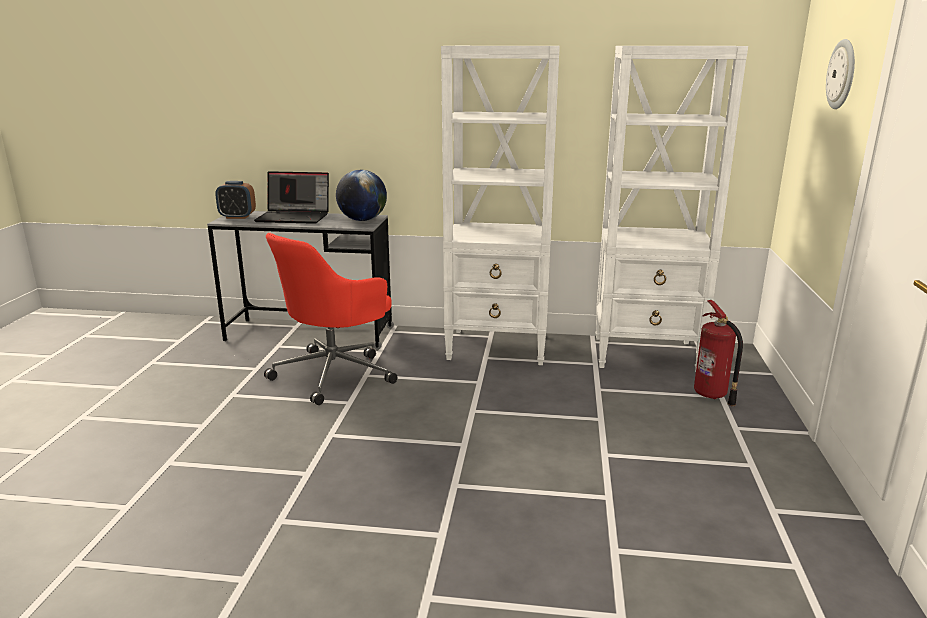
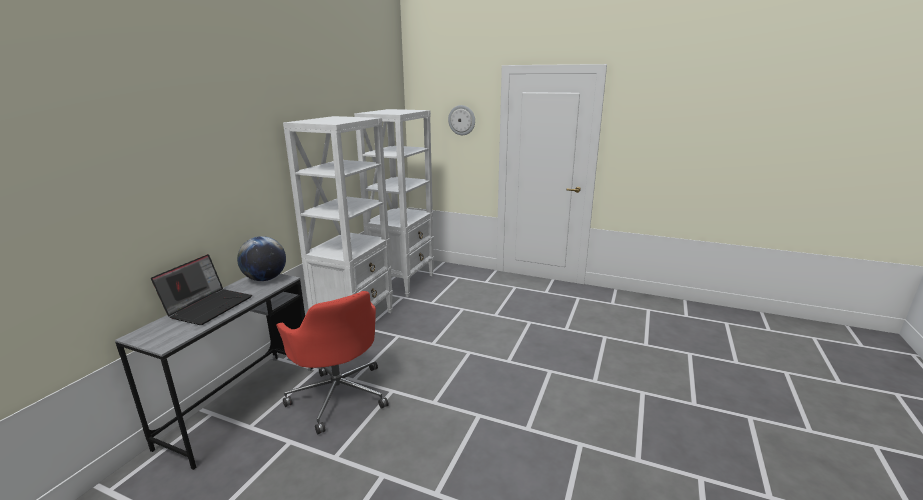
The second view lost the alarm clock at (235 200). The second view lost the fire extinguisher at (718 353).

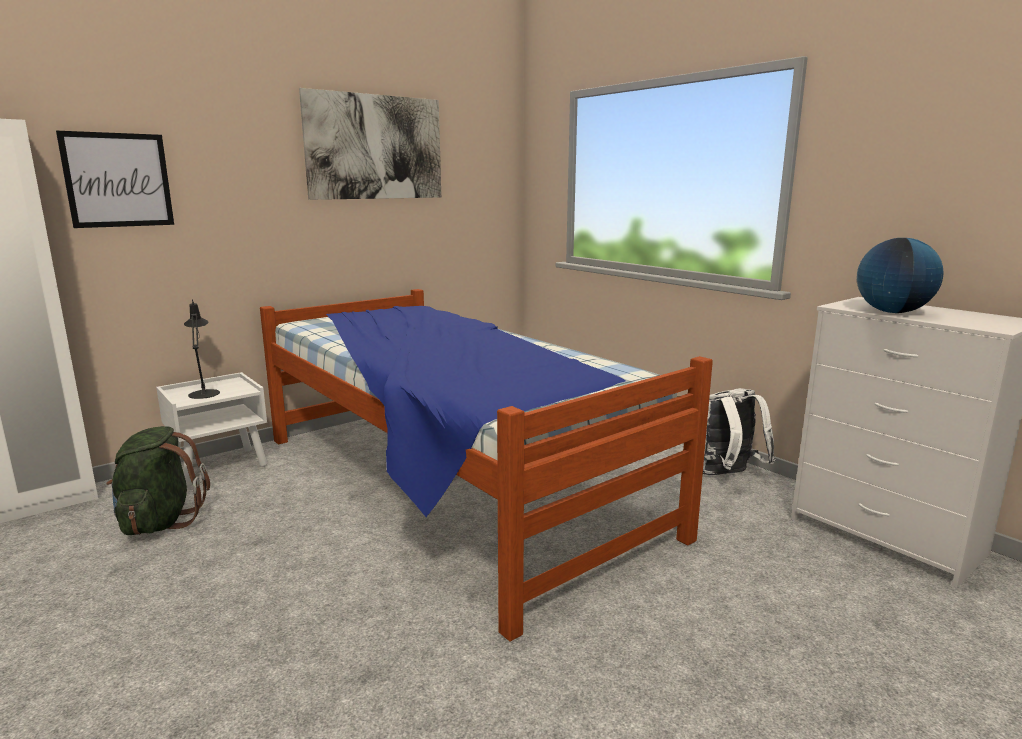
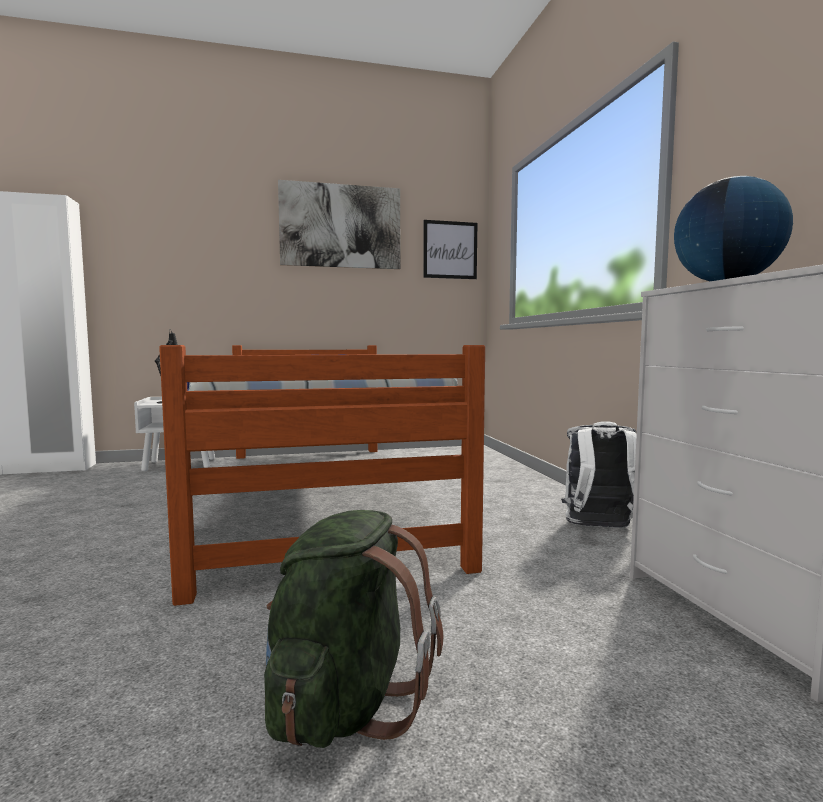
The picture ended up elsewhere, having gone from (115 179) to (450 249). The backpack in green ended up elsewhere, having gone from (158 480) to (353 629).

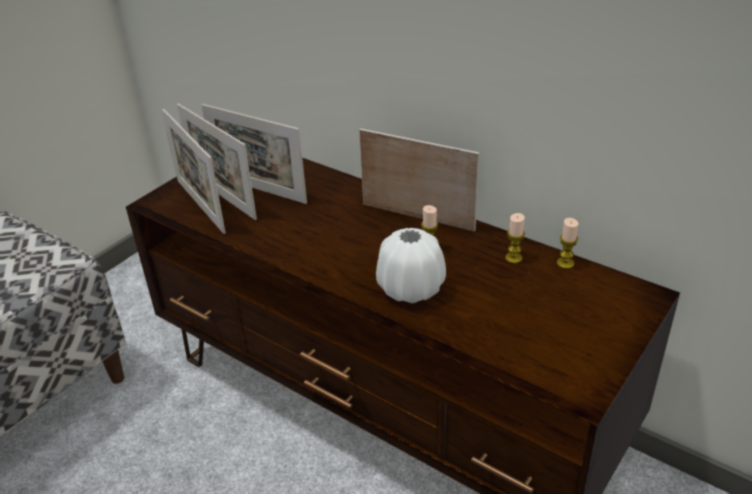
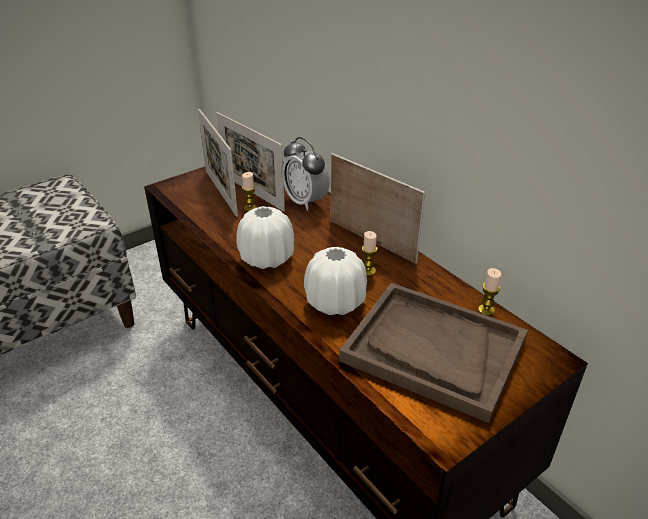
The second view lost the picture frame at (194 171). The candle ended up elsewhere, having gone from (515 238) to (249 192). The second view gained the vase in white at (265 237). The second view gained the alarm clock at (306 174). The second view gained the tray in brown at (433 353).

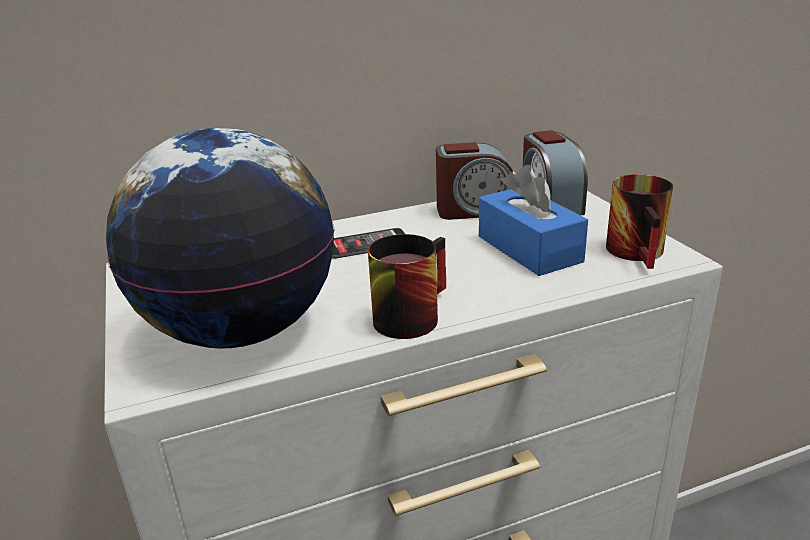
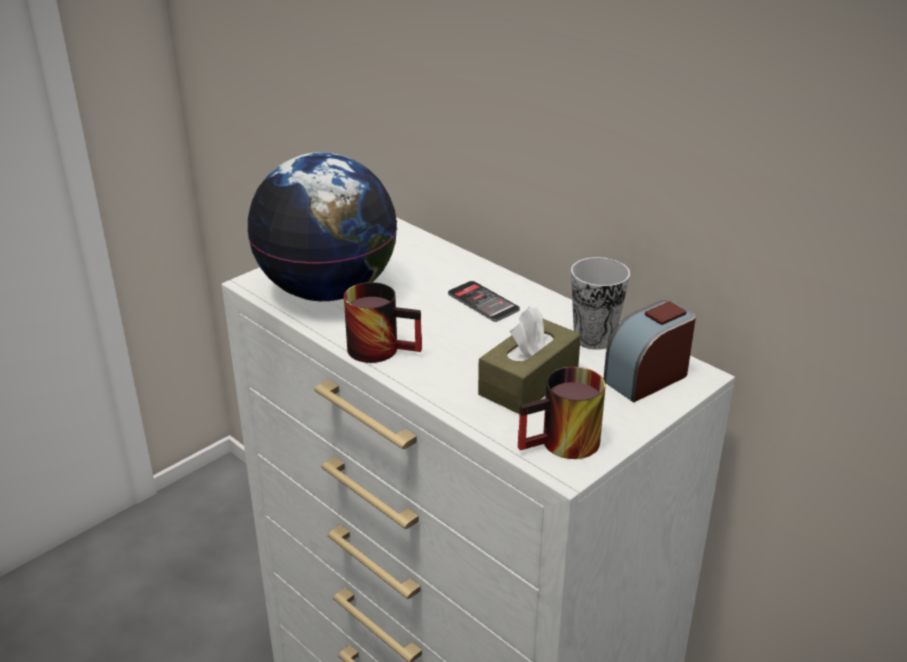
Where the alarm clock stood at (474 181), the cup came to stand at (600 303). What was the tissue box in blue at (533 220) turned into the tissue box in brown at (529 360).

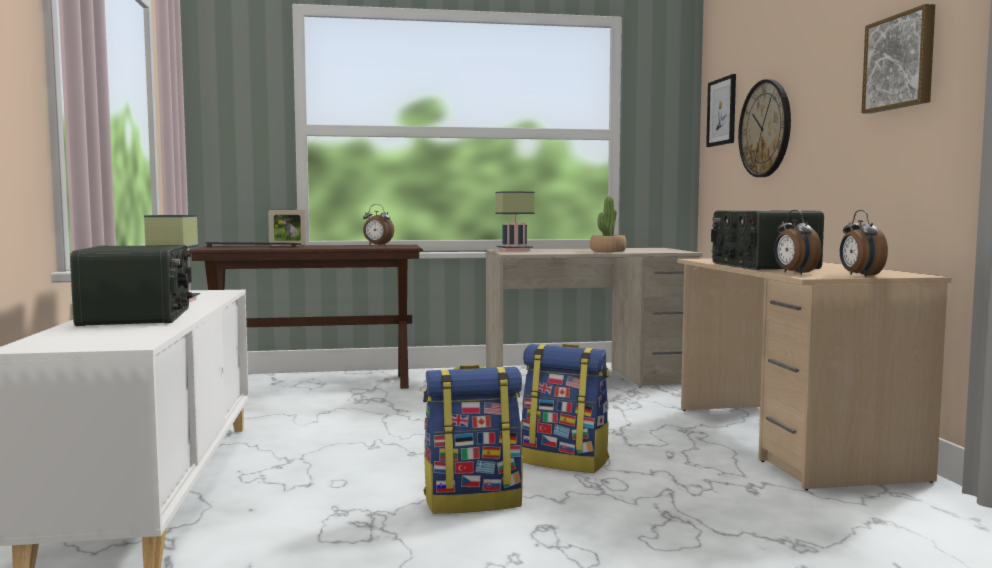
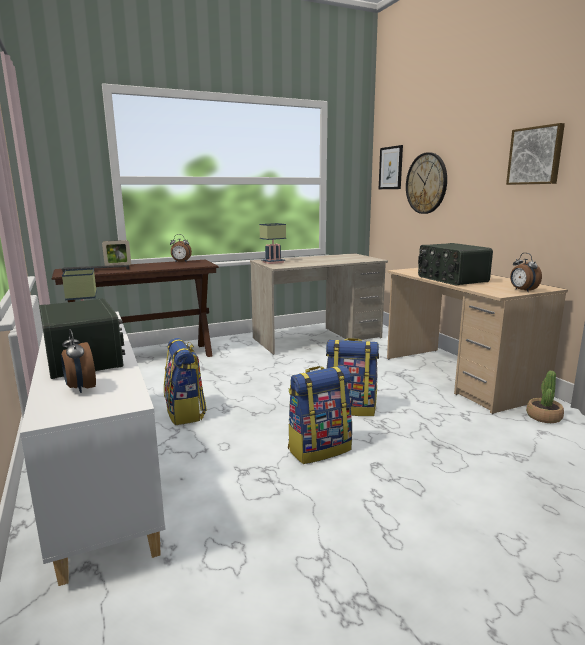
The potted plant ended up elsewhere, having gone from (608 224) to (545 397). The alarm clock ended up elsewhere, having gone from (797 242) to (78 361). The second view gained the backpack at (185 381).

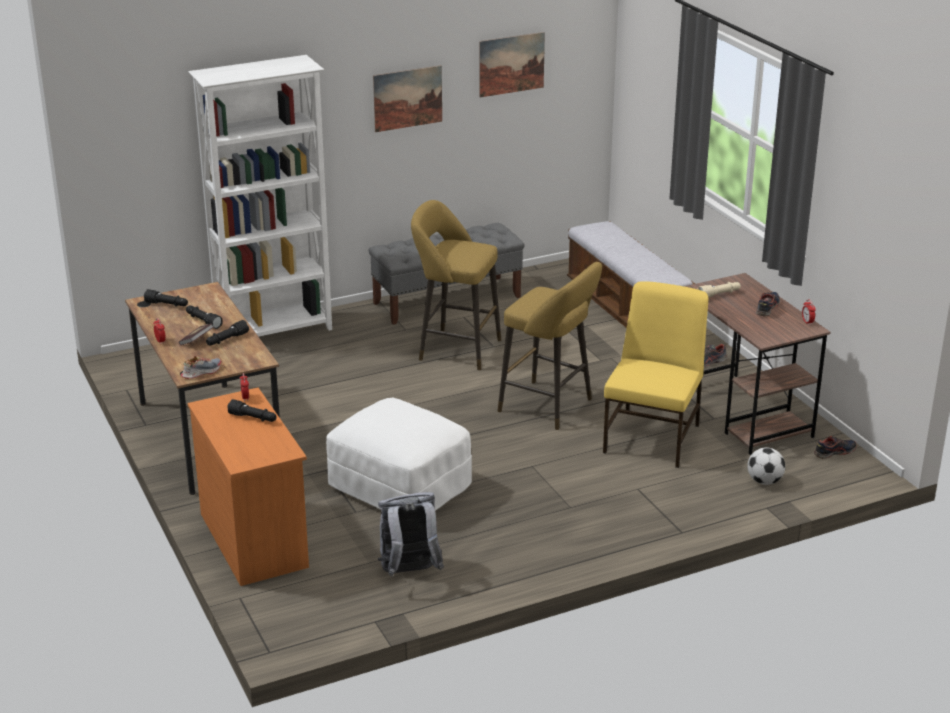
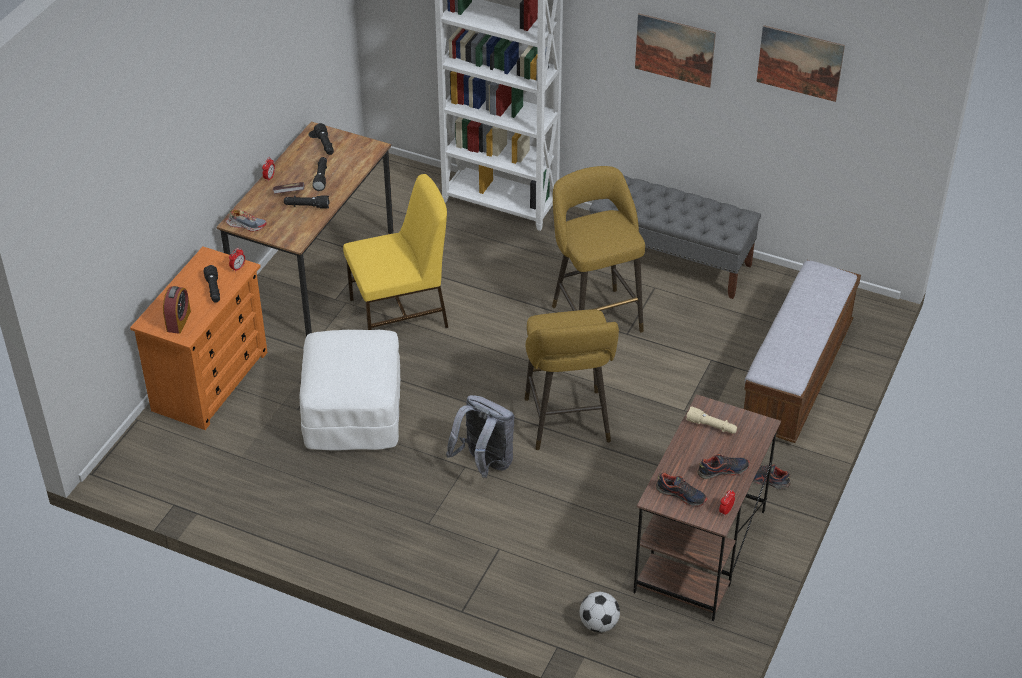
The backpack in grey ended up elsewhere, having gone from (411 534) to (480 436). The chair in yellow ended up elsewhere, having gone from (655 374) to (395 252). The shoe ended up elsewhere, having gone from (835 447) to (682 489). The second view gained the alarm clock at (177 310).

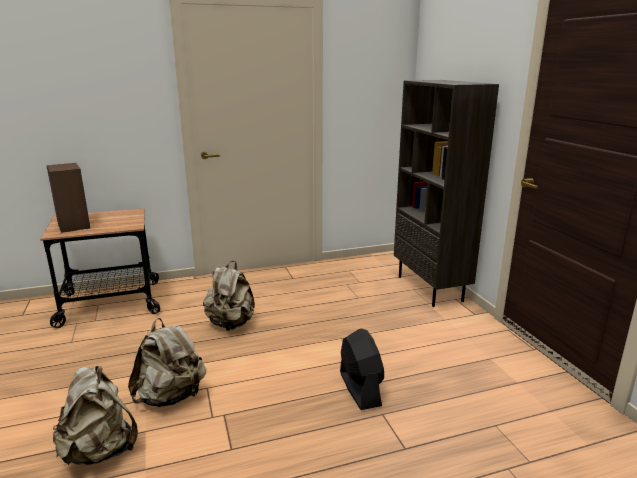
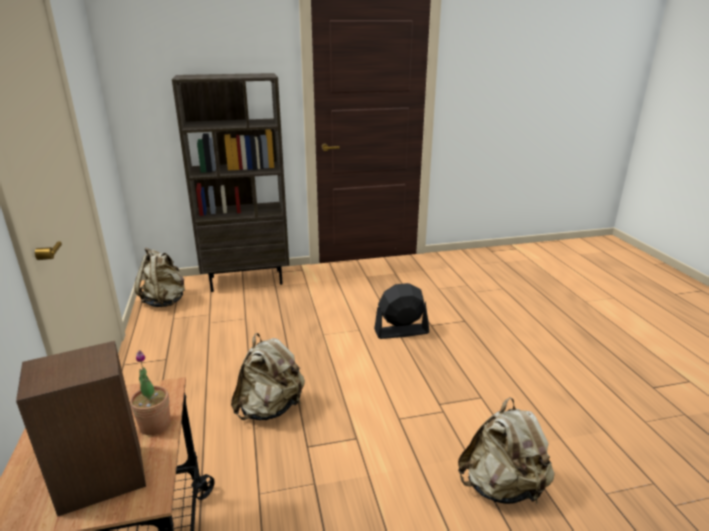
The backpack in beige ended up elsewhere, having gone from (167 362) to (159 277). The second view gained the potted plant at (150 392).

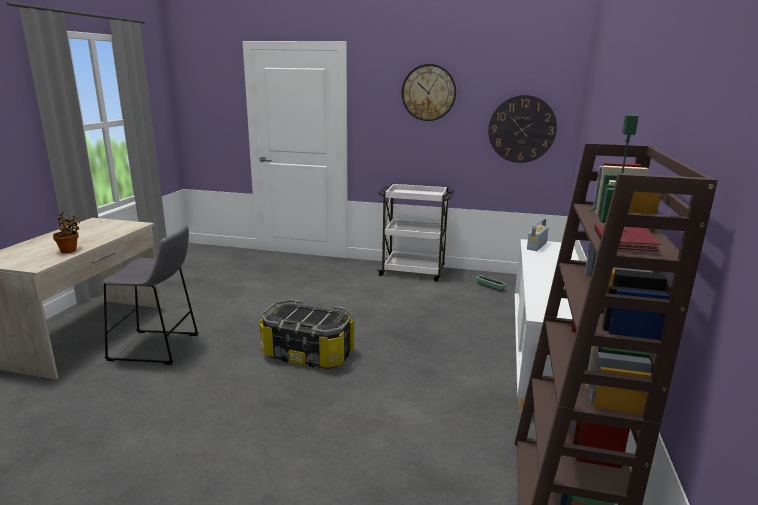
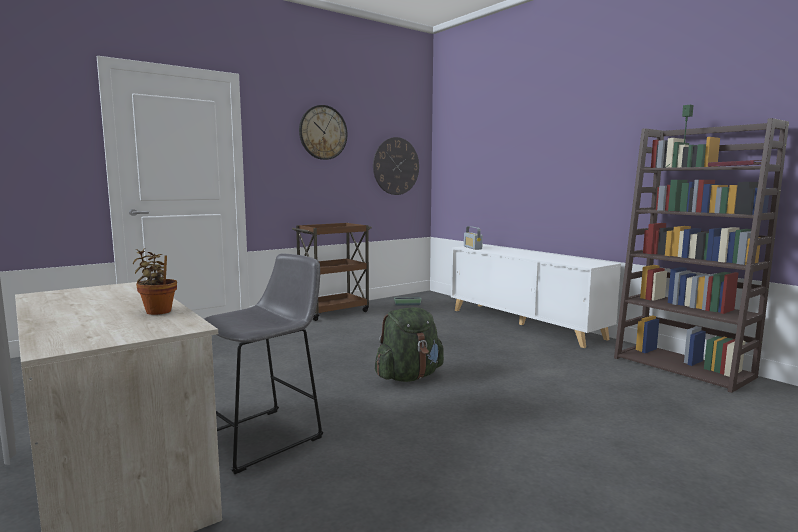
Where the storage box stood at (306 334), the backpack in green came to stand at (409 344). What was the cart in white at (415 233) turned into the cart in brown at (332 272).

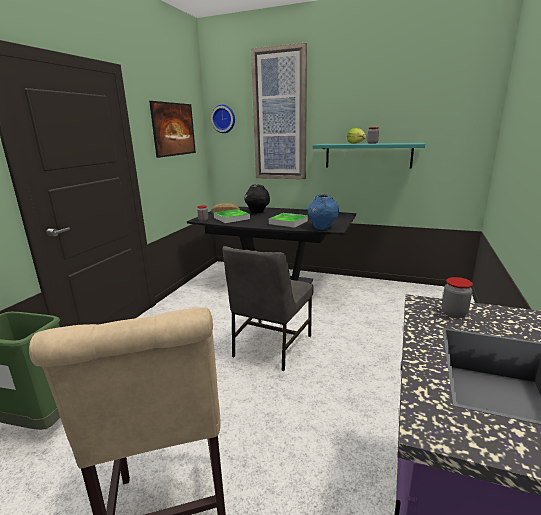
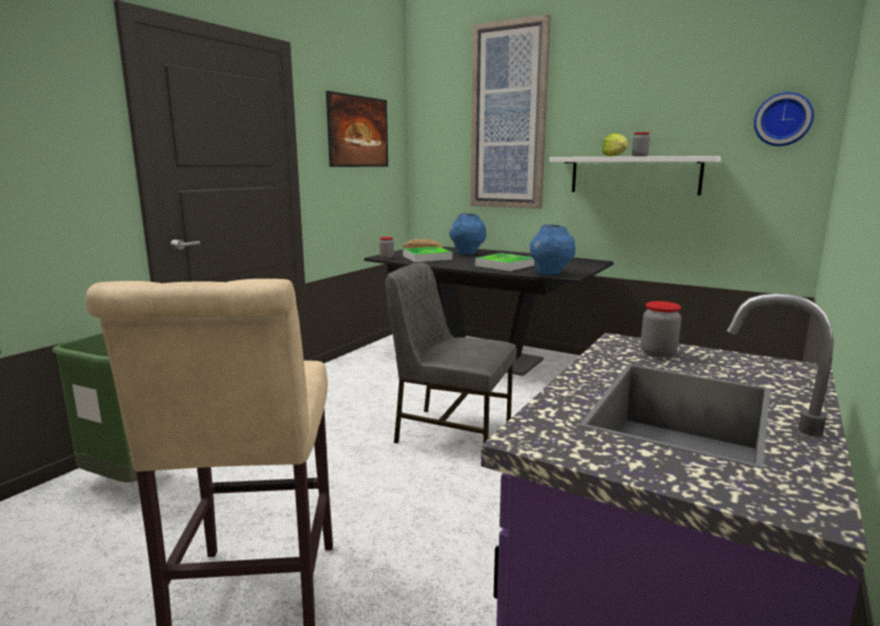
The wall clock ended up elsewhere, having gone from (223 119) to (784 119). The chair in grey at (268 308) ended up facing another way, 75 degrees clockwise from before. What was the vase in black at (257 199) turned into the vase in blue at (467 234). What was the shelf in turquoise at (369 156) turned into the shelf in white at (635 175).

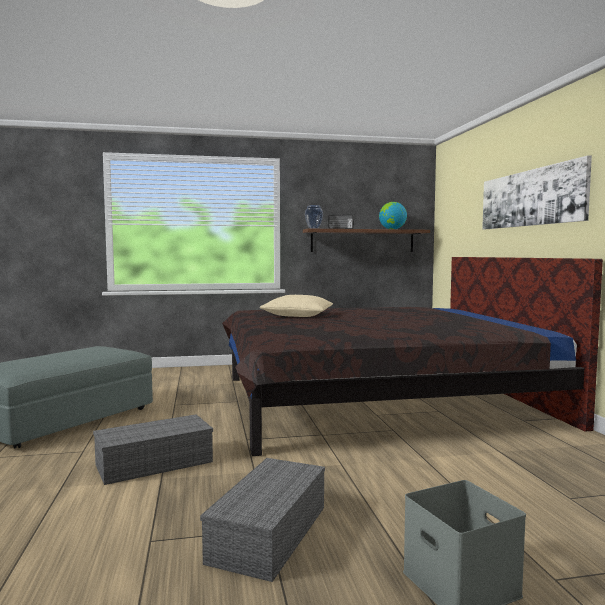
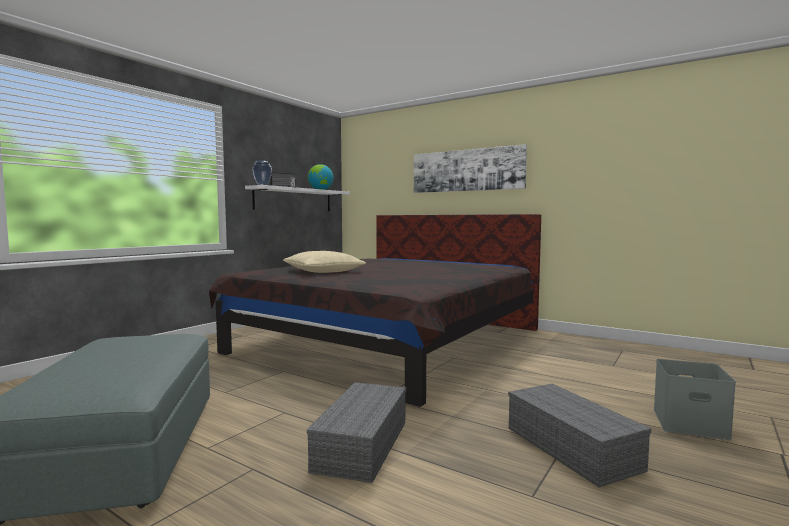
What was the shelf in brown at (366 240) turned into the shelf in white at (297 198).

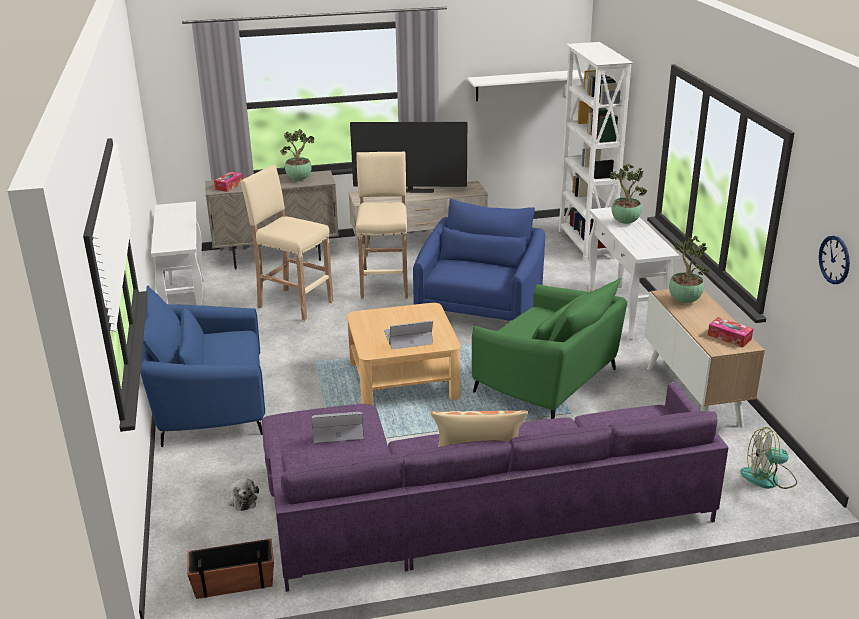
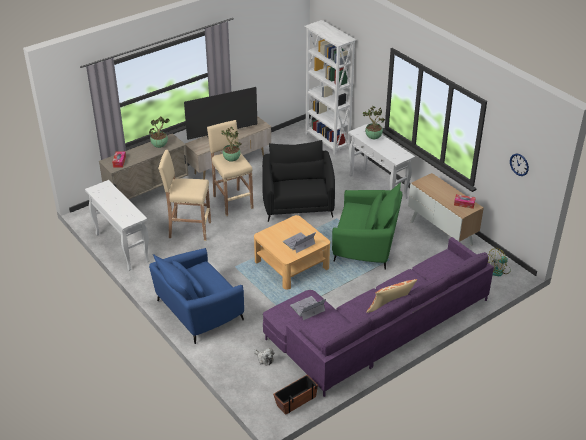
What was the armchair in blue at (479 260) turned into the armchair in black at (298 181). The second view lost the shelf in white at (525 85). The potted plant ended up elsewhere, having gone from (689 269) to (231 144).

